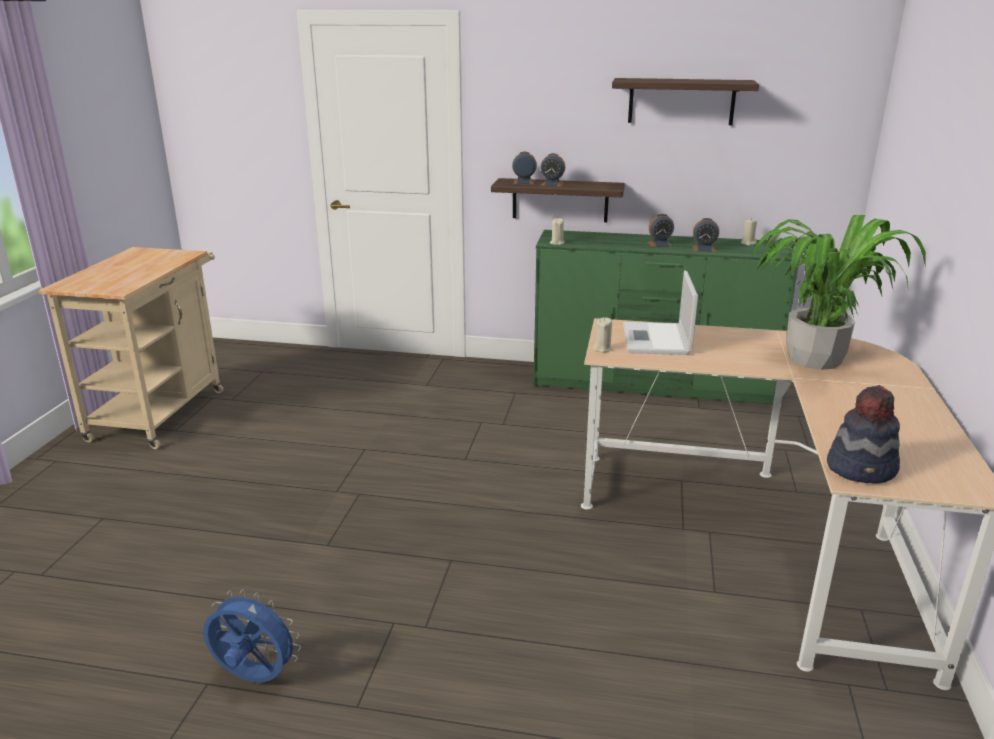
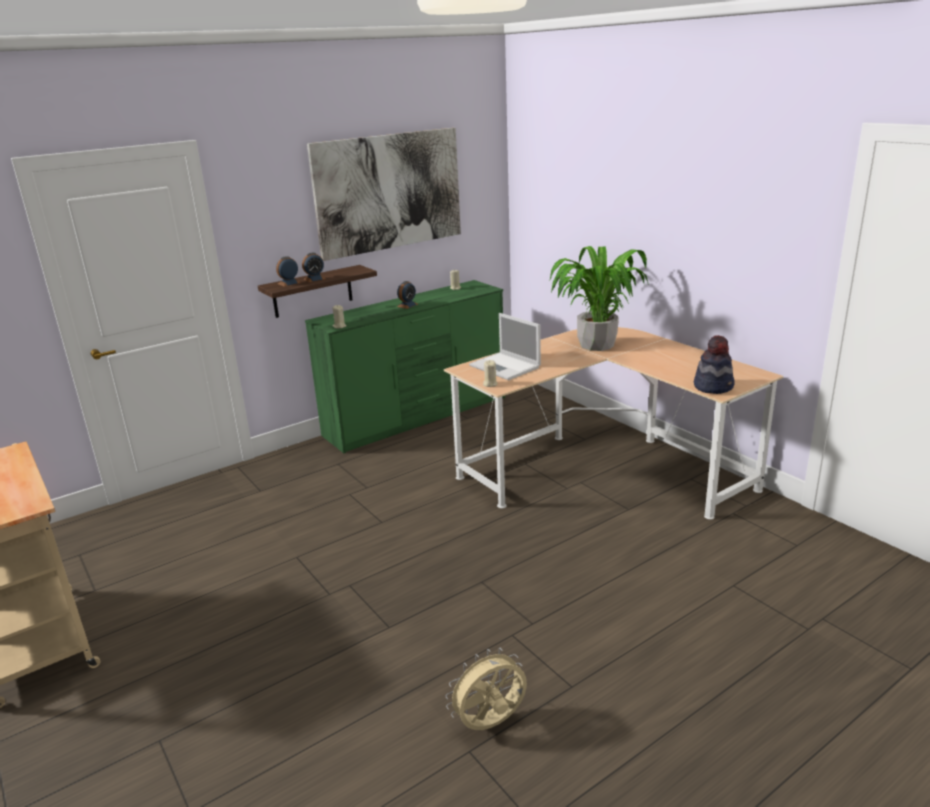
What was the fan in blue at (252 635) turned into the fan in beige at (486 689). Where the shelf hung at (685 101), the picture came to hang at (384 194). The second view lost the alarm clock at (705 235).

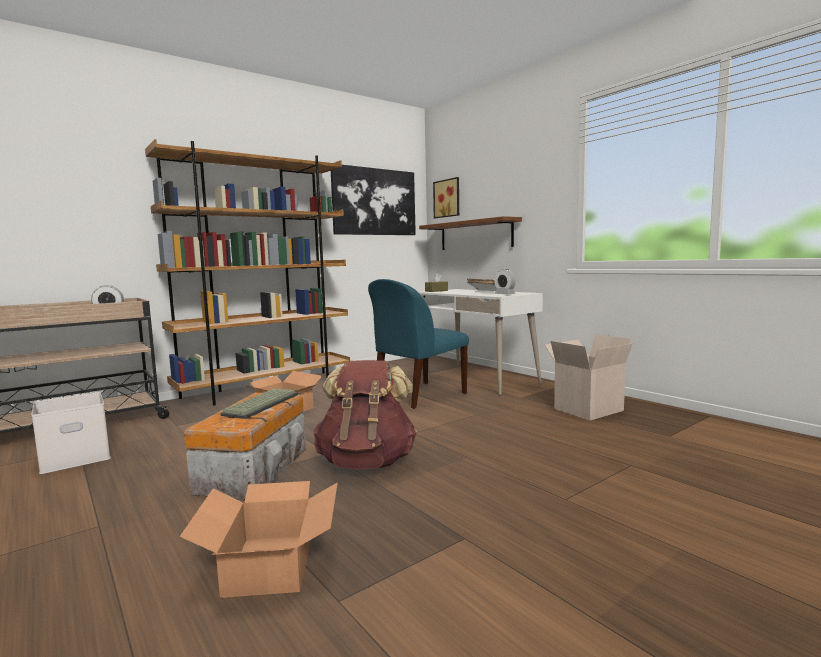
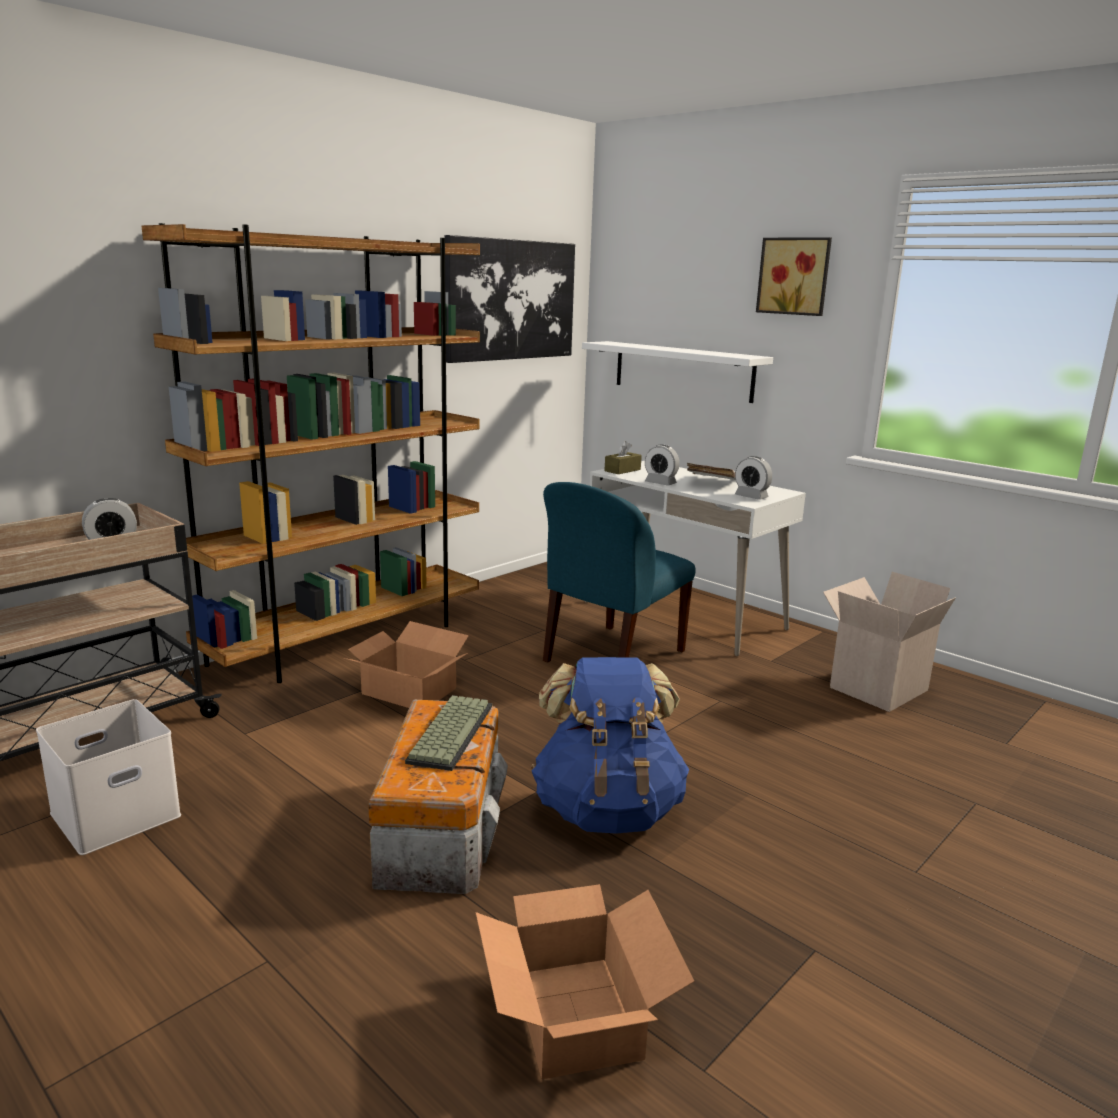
What was the backpack in brown at (365 414) turned into the backpack in blue at (610 745). What was the shelf in brown at (470 233) turned into the shelf in white at (677 372). The picture ended up elsewhere, having gone from (446 197) to (794 276). The second view gained the alarm clock at (662 465).

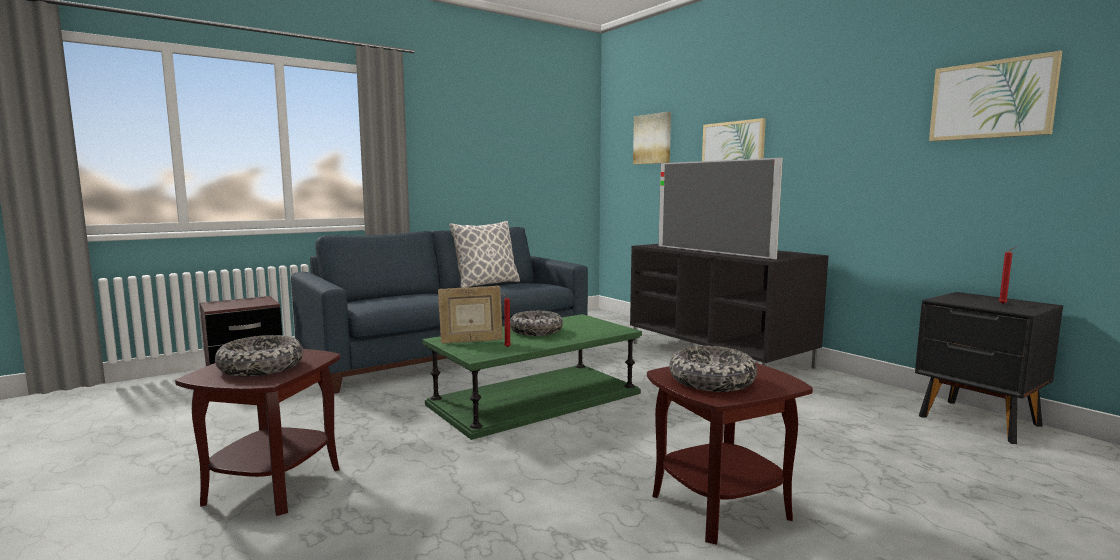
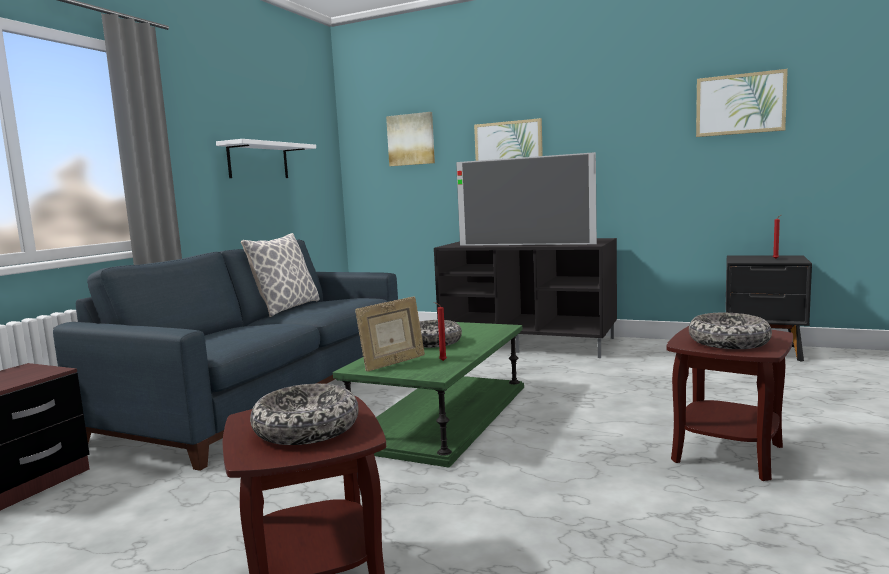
The second view gained the shelf in white at (266 158).

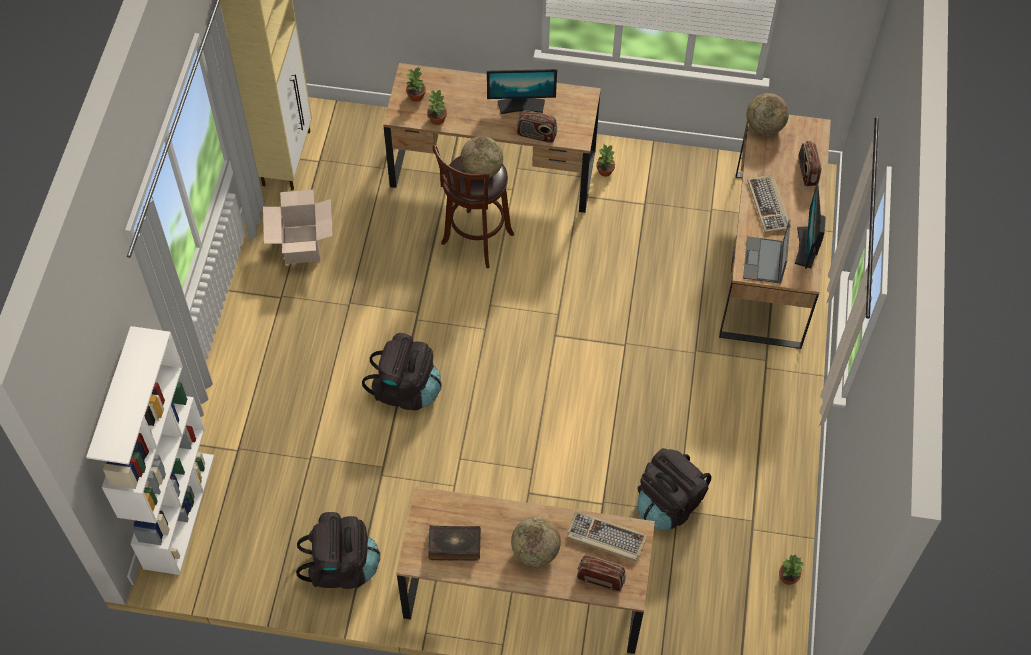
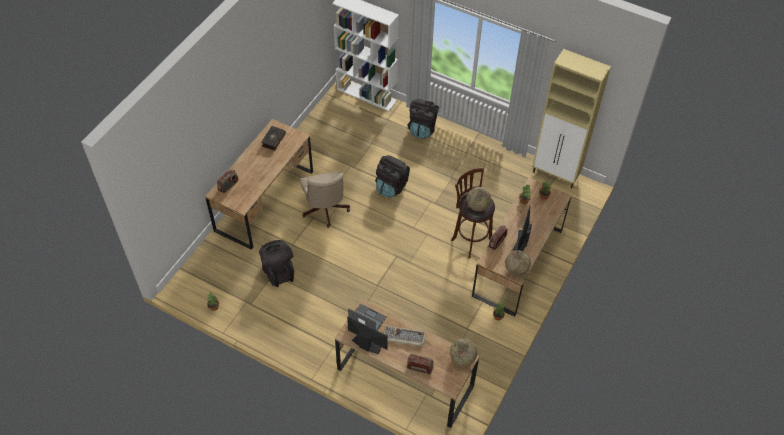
The second view lost the cardboard box at (298 227). The backpack in black ended up elsewhere, having gone from (338 550) to (423 118). The globe ended up elsewhere, having gone from (536 542) to (518 263). The second view lost the keyboard at (607 536). The second view gained the office chair in beige at (325 199).

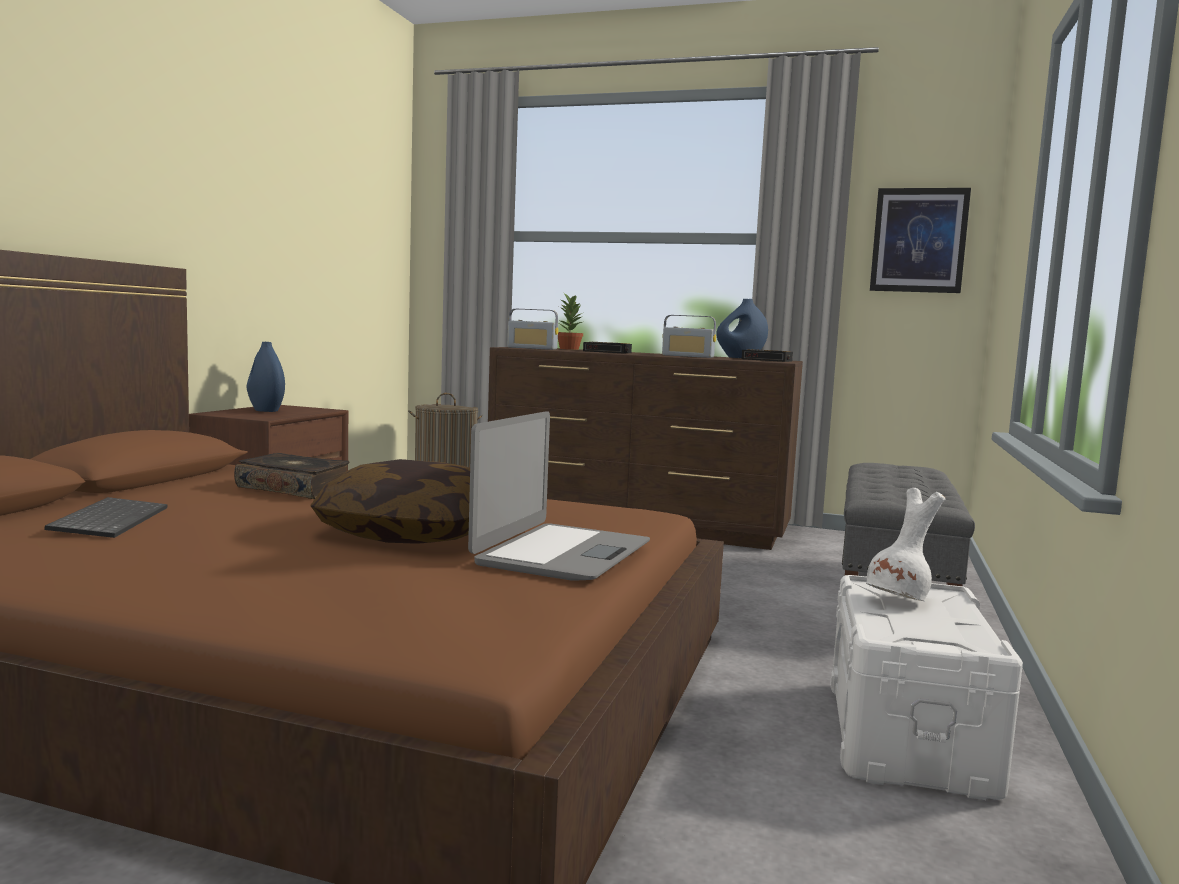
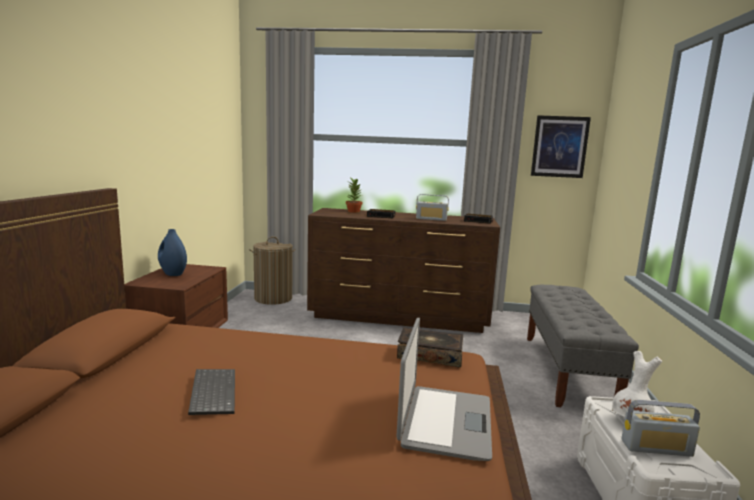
The keyboard ended up elsewhere, having gone from (106 517) to (211 392). The book ended up elsewhere, having gone from (291 476) to (430 347). The second view lost the pillow at (390 501). The radio ended up elsewhere, having gone from (533 329) to (660 428). The second view lost the vase in blue at (742 328).

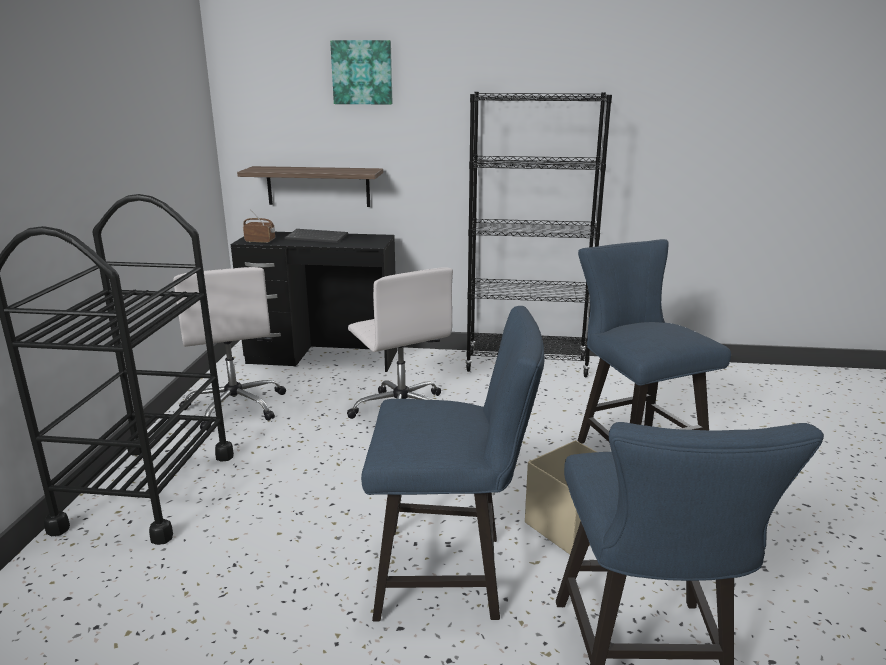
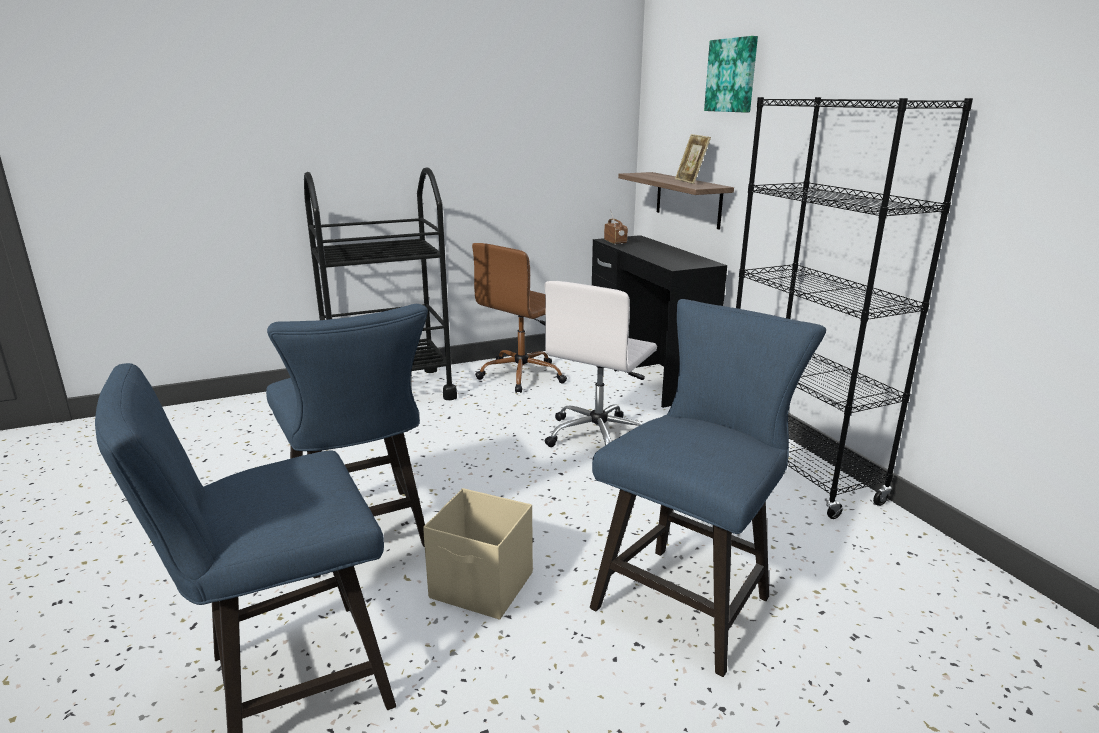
What was the office chair in white at (229 349) turned into the office chair in brown at (519 318). The second view lost the keyboard at (316 236). The second view gained the picture frame at (693 159).

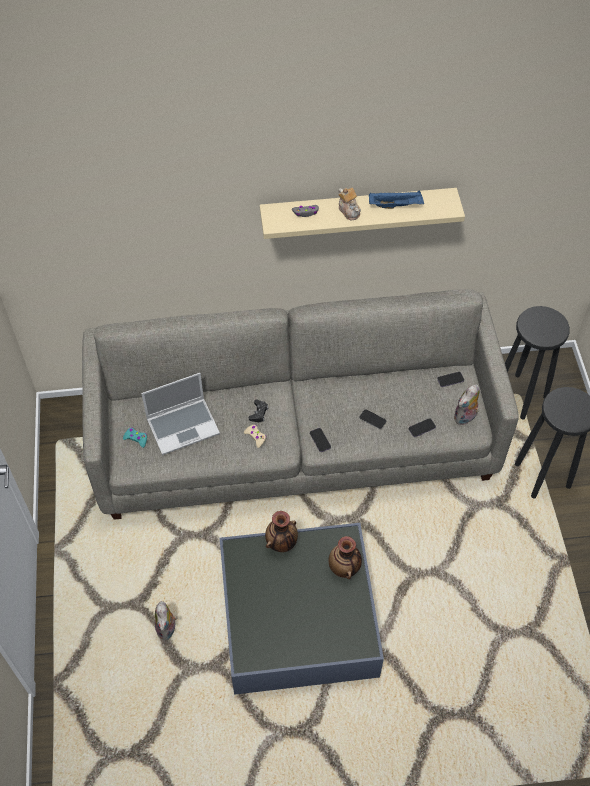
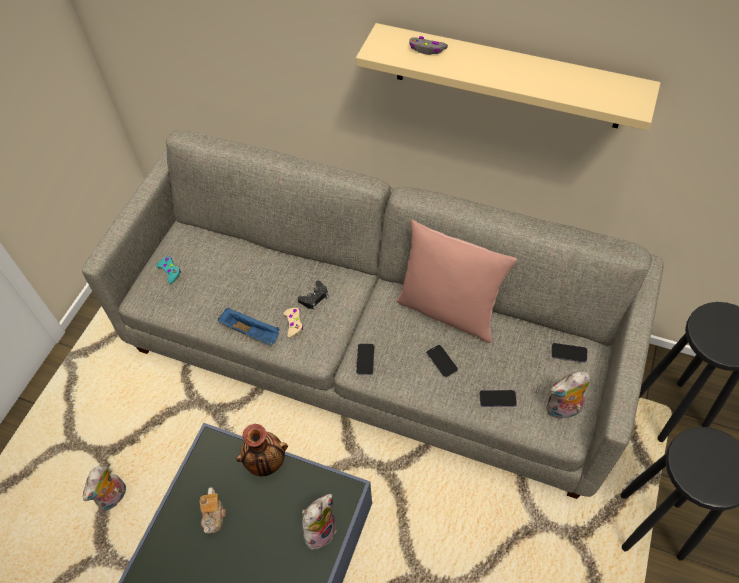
The second view lost the laptop at (180 414). Where the vase stood at (345 557), the plush toy came to stand at (319 524). The teapot ended up elsewhere, having gone from (349 204) to (212 511). The tray in blue ended up elsewhere, having gone from (396 199) to (249 327). The second view gained the pillow in pink at (456 281).

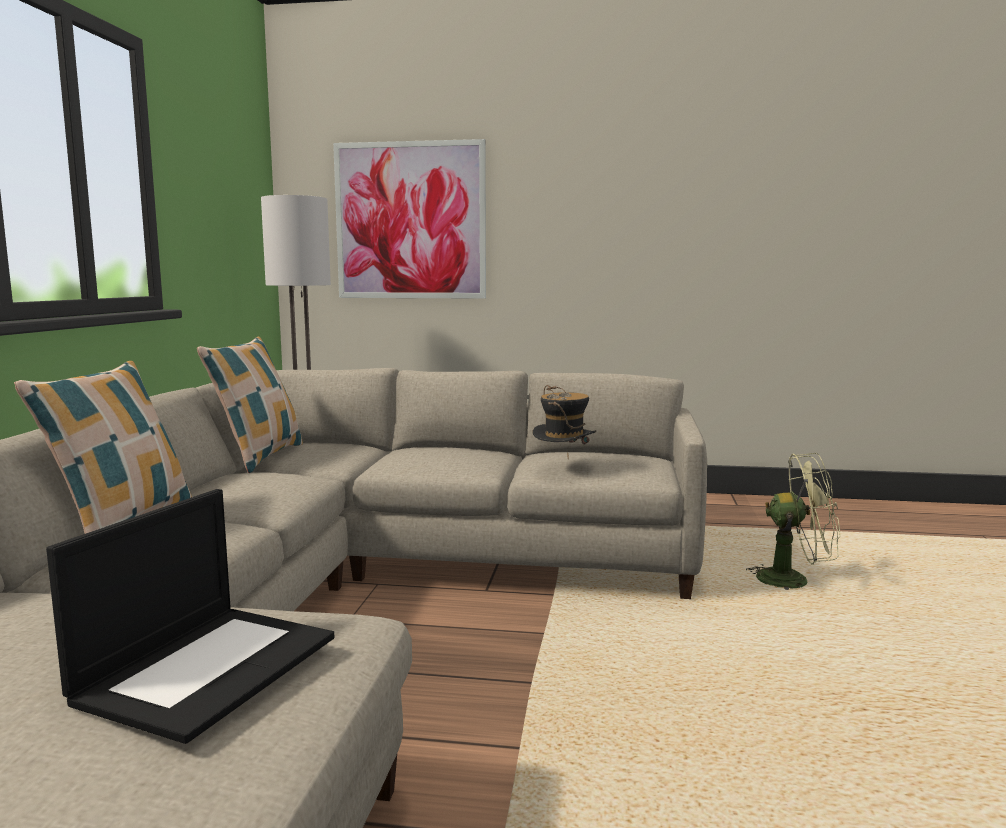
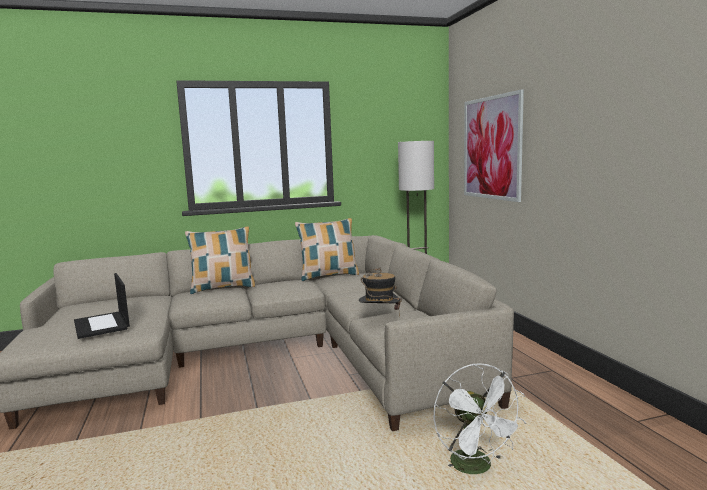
The laptop at (190 616) ended up facing another way, 60 degrees clockwise from before. What was the fan in green at (793 521) turned into the fan in white at (480 418).

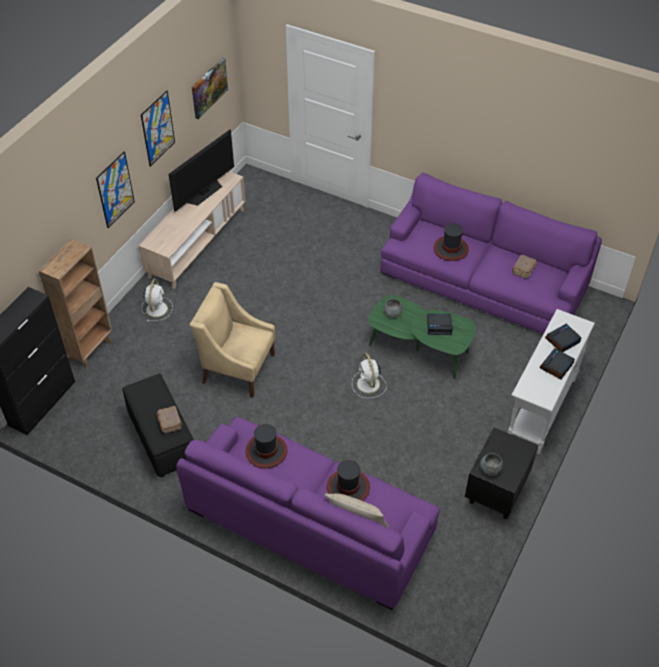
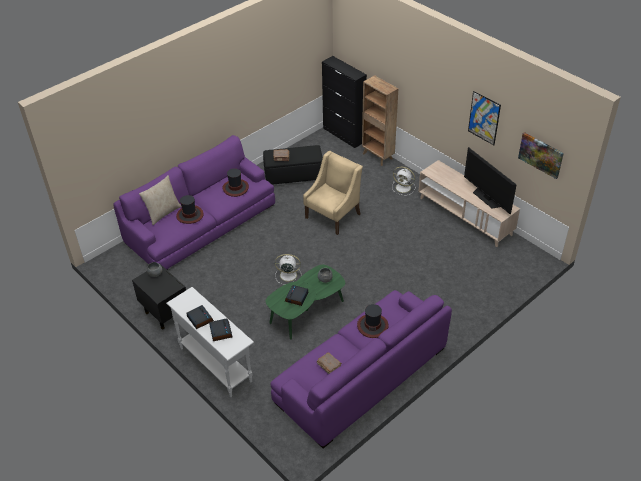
The second view lost the picture at (115 190).

